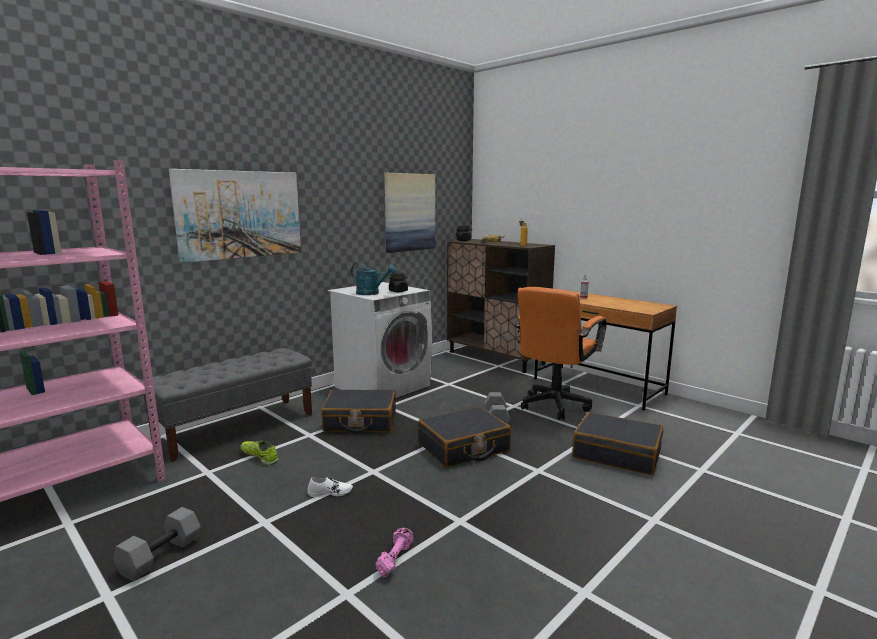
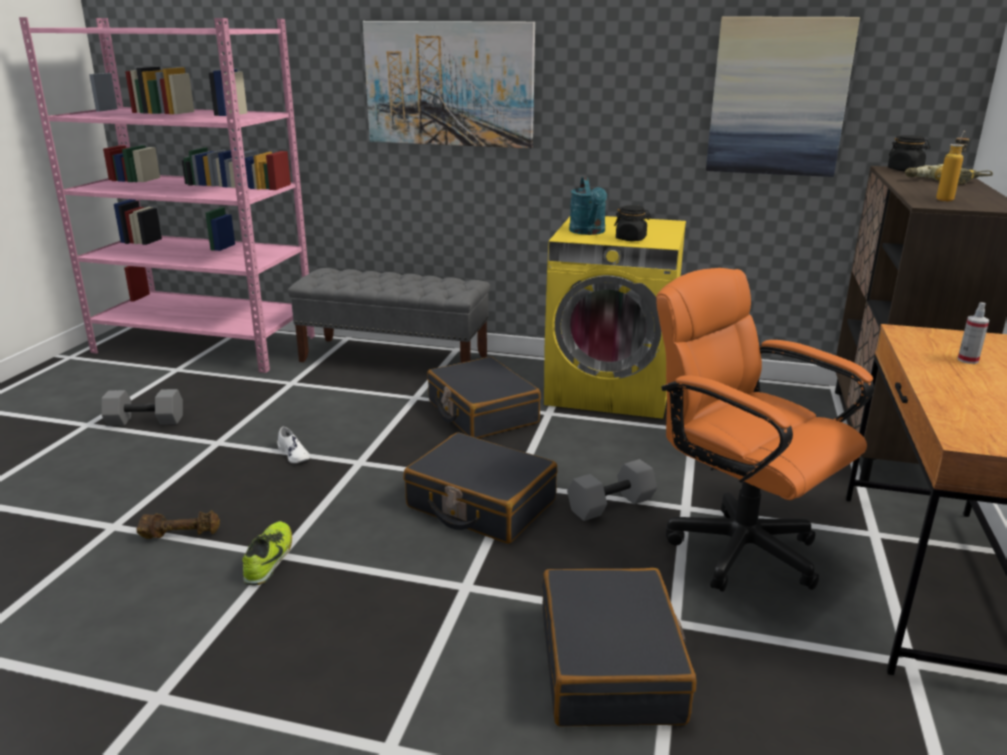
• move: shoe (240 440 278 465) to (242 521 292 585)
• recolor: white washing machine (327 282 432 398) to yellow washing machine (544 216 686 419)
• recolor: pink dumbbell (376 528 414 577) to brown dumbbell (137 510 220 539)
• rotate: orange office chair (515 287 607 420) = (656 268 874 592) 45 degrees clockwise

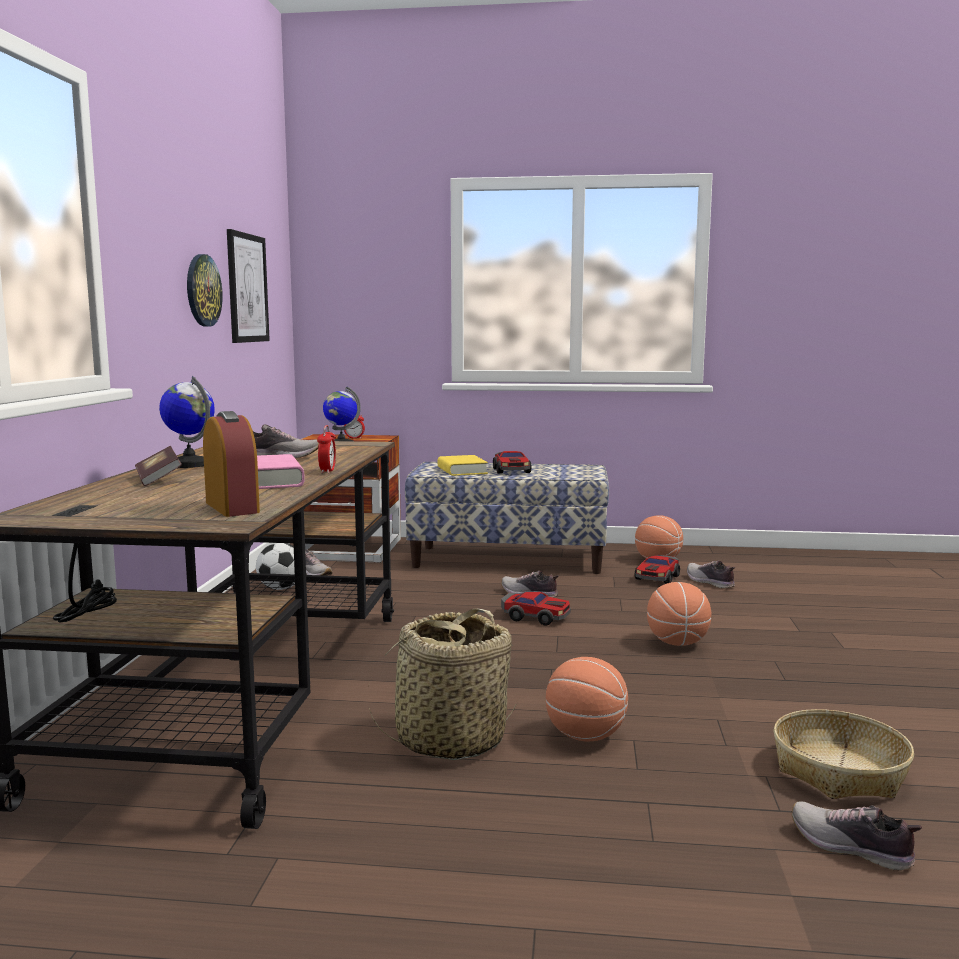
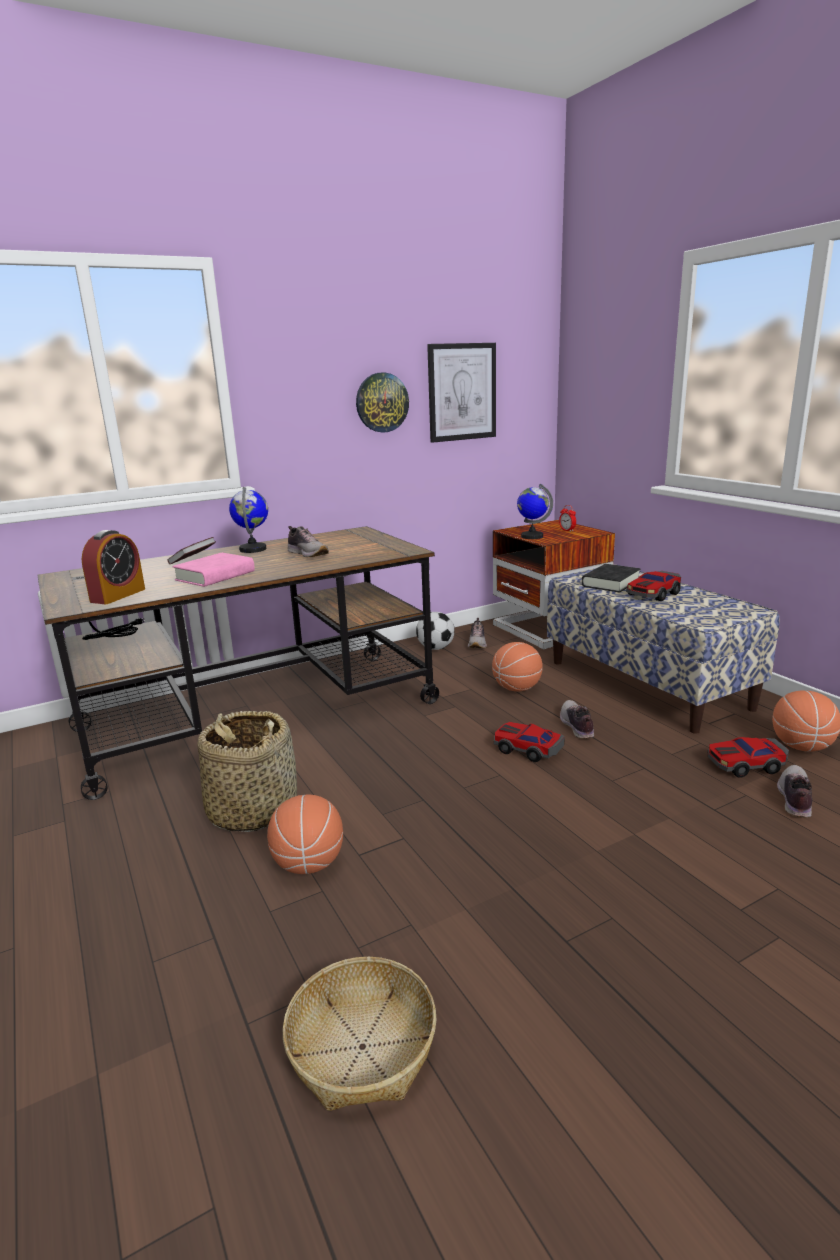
• delete: alarm clock (317 425 336 474)
• delete: shoe (792 801 922 871)
• move: basketball (647 582 711 646) to (492 642 543 692)
• recolor: yellow book (438 455 488 476) to black book (582 564 640 593)
• rotate: toy car (501 592 571 626) = (494 722 565 762) 135 degrees clockwise

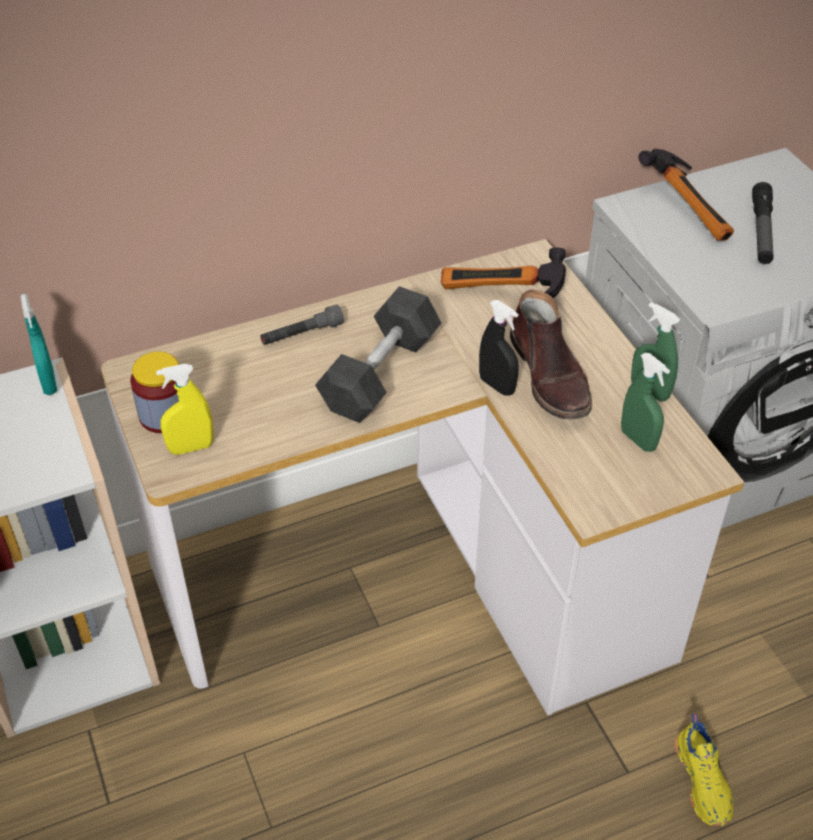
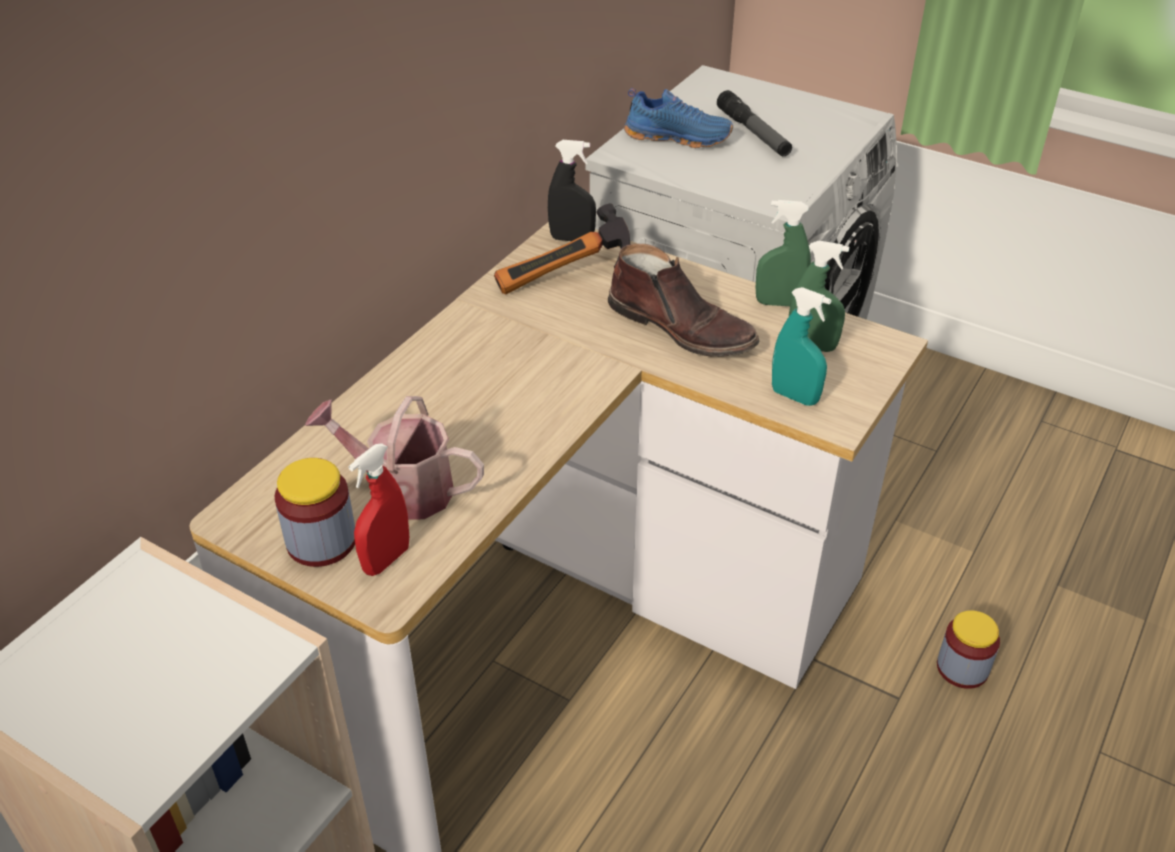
• delete: grey flashlight (260 305 344 345)
• delete: black dumbbell (315 286 441 423)
• insert: watering can (305 396 484 520)
• move: turquoise spray bottle (21 294 57 395) to (772 287 831 406)
• move: black spray bottle (479 300 519 396) to (548 140 596 241)
• replace: hammer (638 149 734 240) to blue shoe (624 88 733 148)
• replace: yellow shoe (675 714 734 826) to jar (937 610 1000 689)
• recolor: yellow spray bottle (156 364 213 455) to red spray bottle (348 443 409 576)

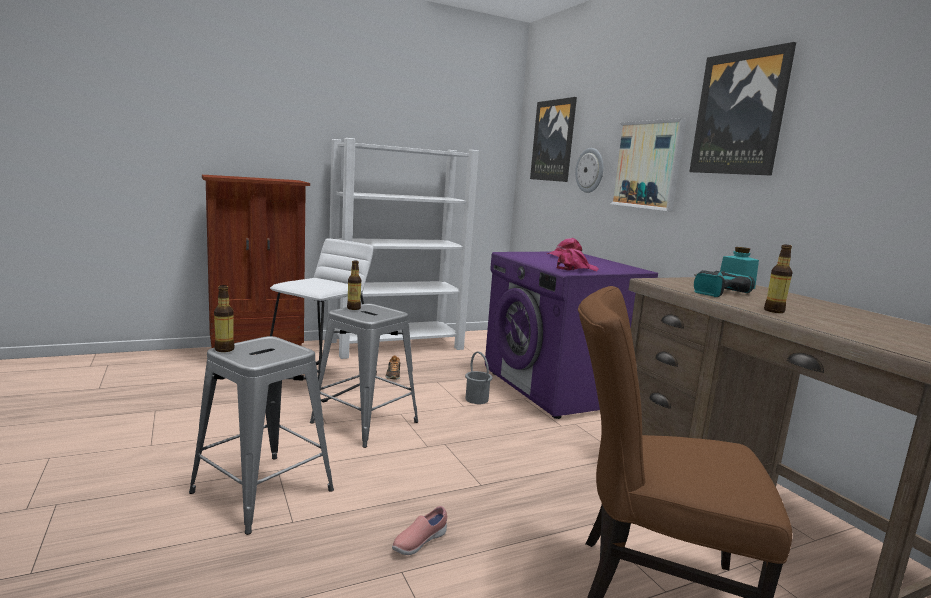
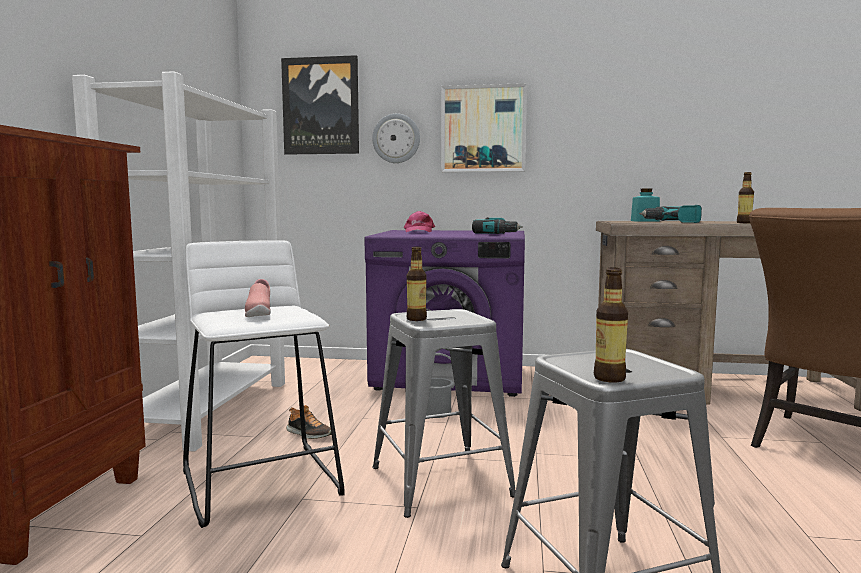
• delete: picture (689 42 796 176)
• move: pink shoe (392 506 447 555) to (245 279 271 317)
• replace: pink cap (557 248 598 271) to power drill (472 217 523 234)

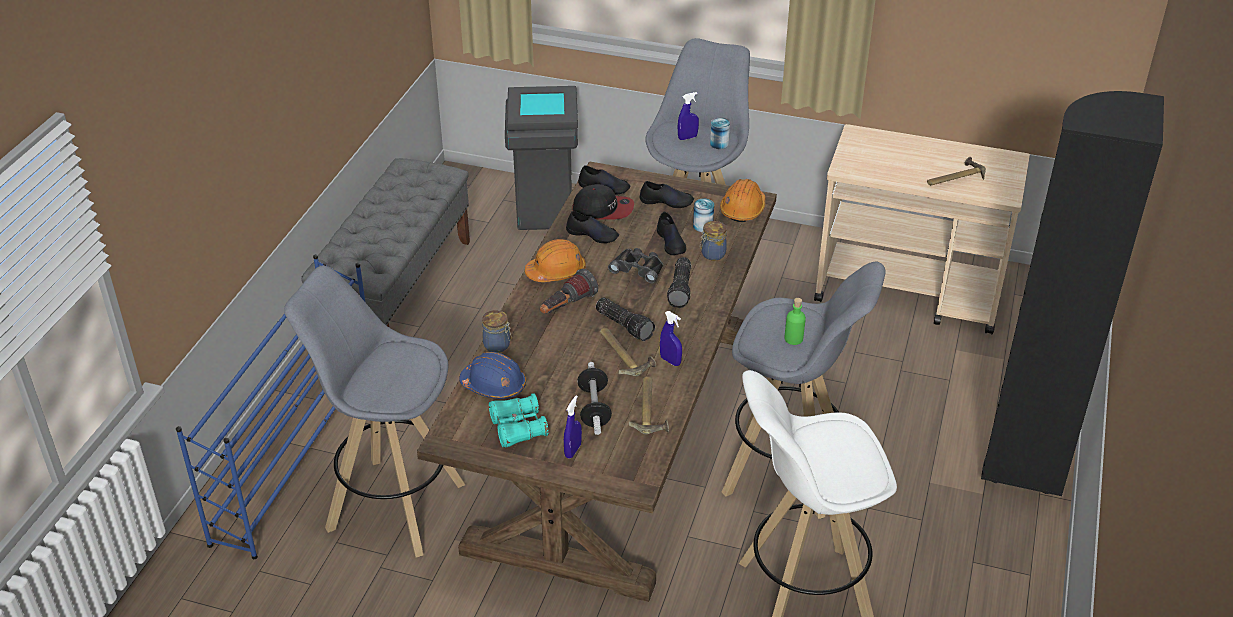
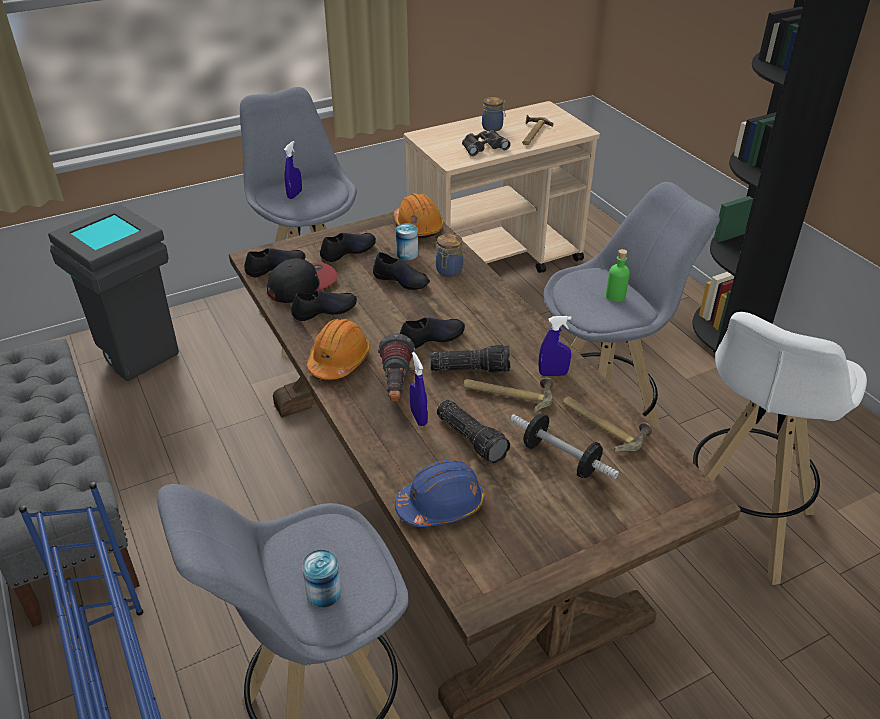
• delete: turquoise binoculars (489 393 549 448)
• insert: black shoe (400 317 465 349)
• move: jar (482 310 512 353) to (482 97 505 131)
• move: blue spray bottle (564 395 582 459) to (410 352 428 426)
• move: black binoculars (608 248 663 284) to (462 130 511 156)
• move: flashlight (667 257 691 308) to (437 400 511 464)
• move: can (710 118 730 149) to (302 550 341 608)

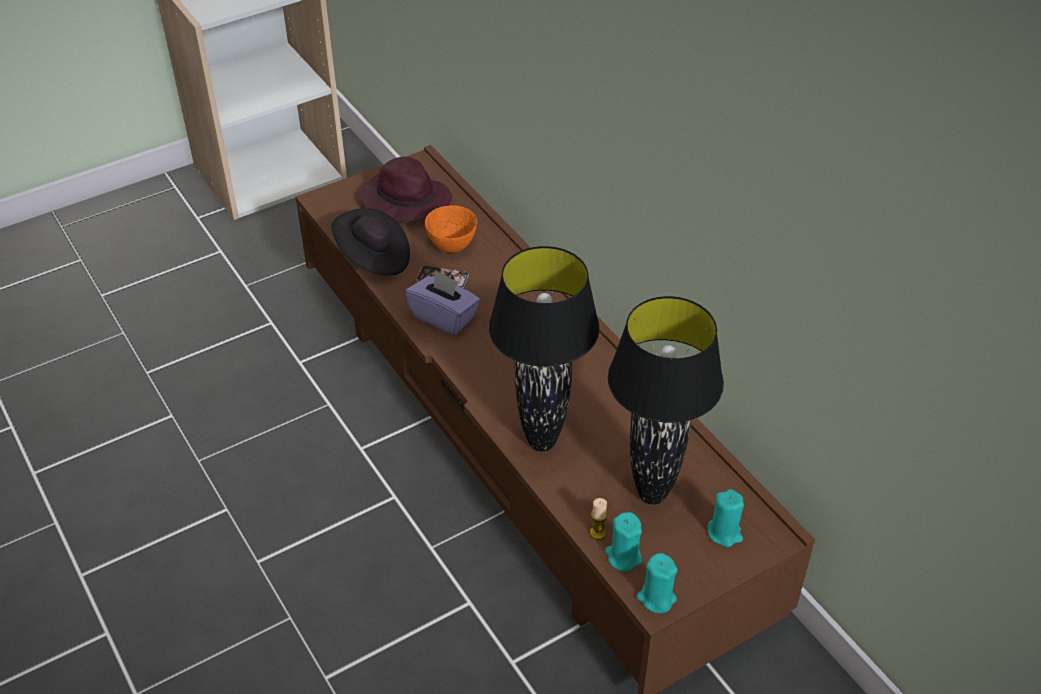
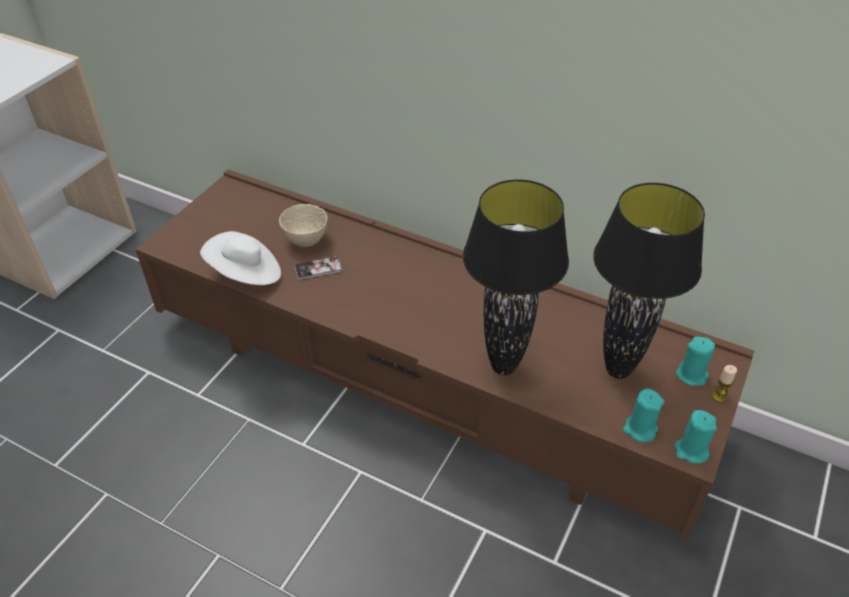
• delete: purple hat (359 157 452 223)
• delete: purple tissue box (405 270 480 335)
• move: candle (590 498 608 540) to (712 365 737 403)
• recolor: black hat (331 208 410 276) to white hat (200 231 281 285)
• recolor: orange bowl (425 205 477 253) to beige bowl (279 204 327 247)

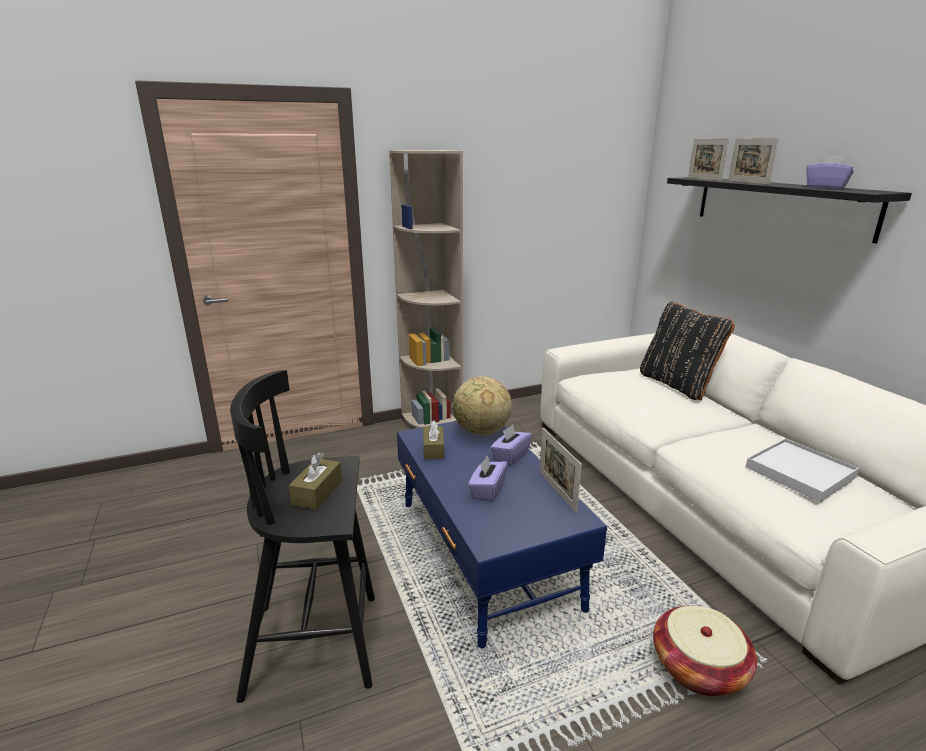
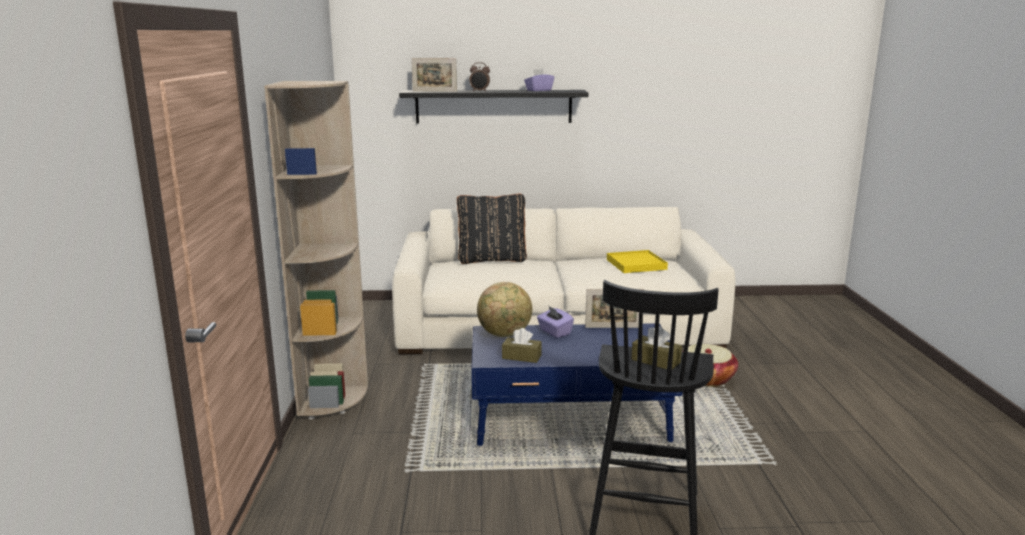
• delete: purple tissue box (468 455 507 502)
• replace: picture frame (728 138 779 185) to alarm clock (470 62 490 92)
• recolor: white tray (746 438 859 502) to yellow tray (607 250 668 273)

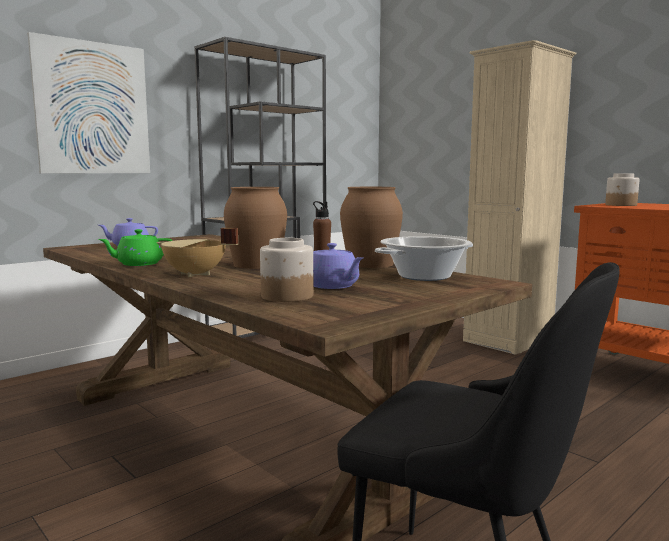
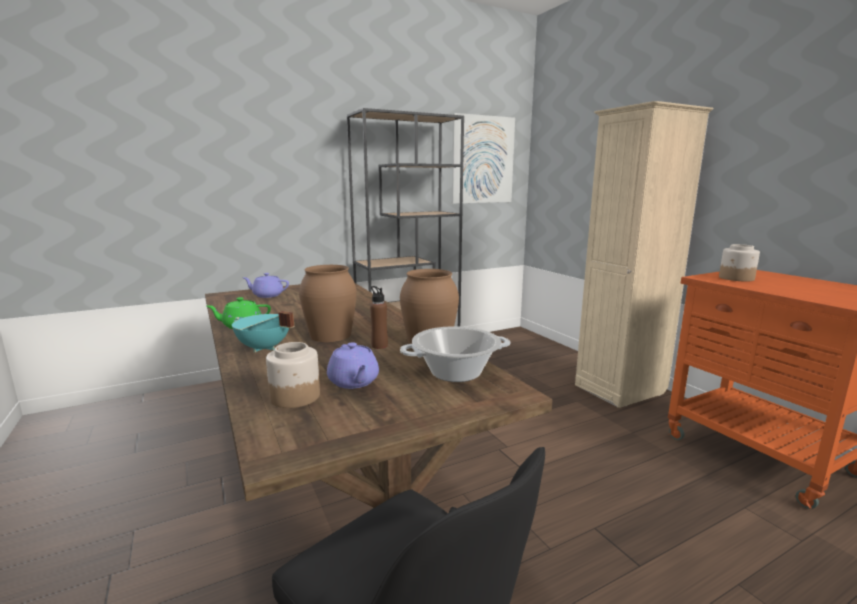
• move: picture (28 32 150 173) to (452 113 515 204)
• recolor: beige cooking pot (156 228 238 277) to turquoise cooking pot (232 311 295 352)

